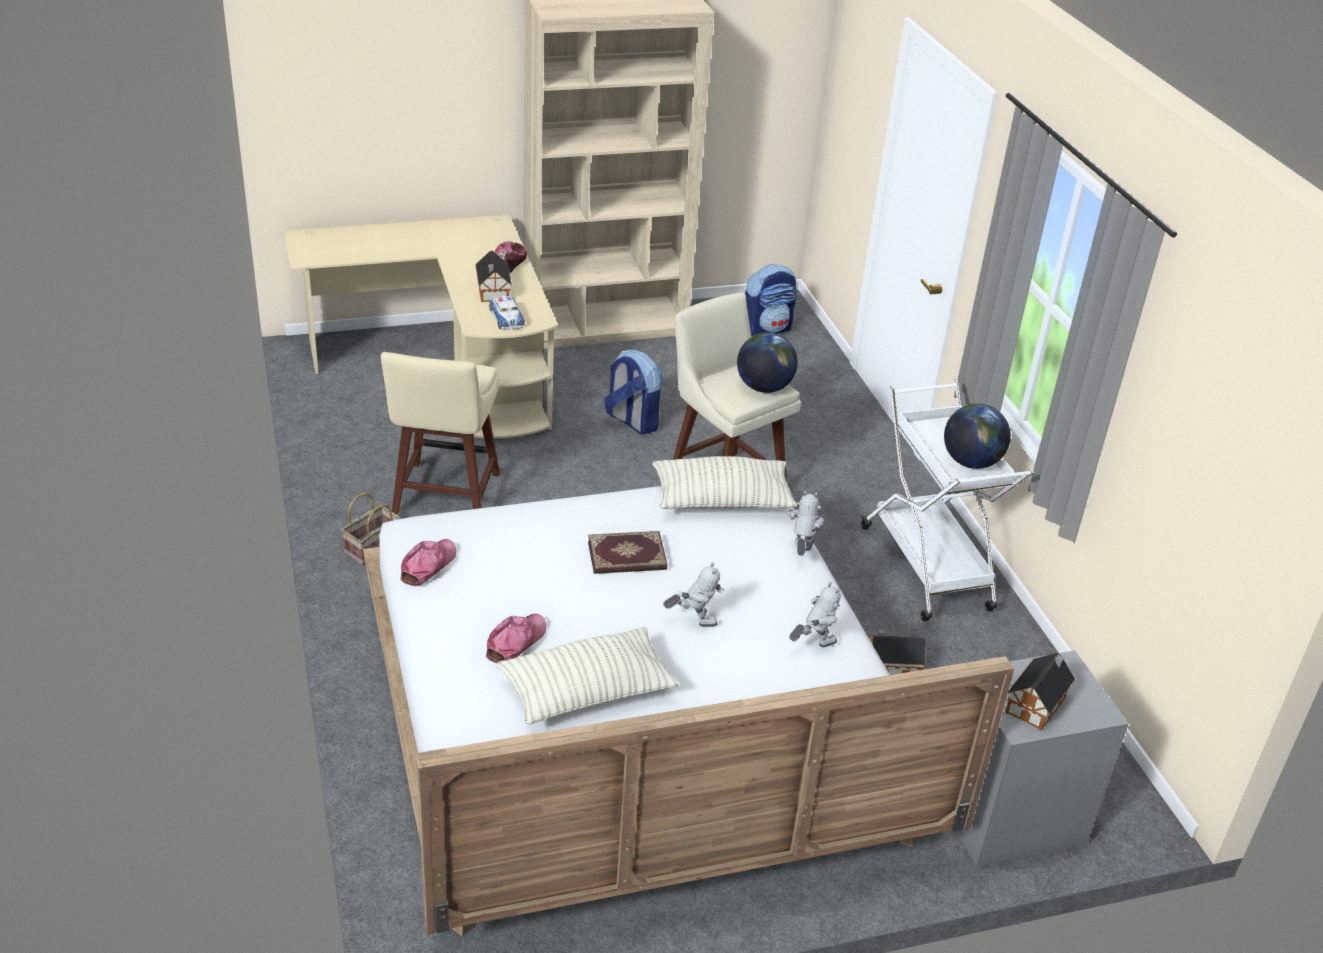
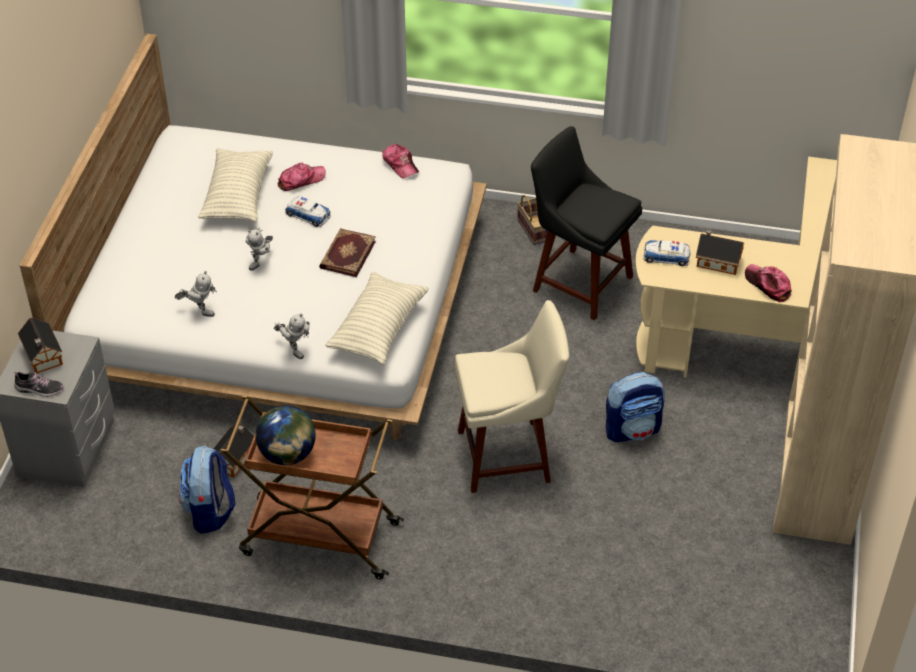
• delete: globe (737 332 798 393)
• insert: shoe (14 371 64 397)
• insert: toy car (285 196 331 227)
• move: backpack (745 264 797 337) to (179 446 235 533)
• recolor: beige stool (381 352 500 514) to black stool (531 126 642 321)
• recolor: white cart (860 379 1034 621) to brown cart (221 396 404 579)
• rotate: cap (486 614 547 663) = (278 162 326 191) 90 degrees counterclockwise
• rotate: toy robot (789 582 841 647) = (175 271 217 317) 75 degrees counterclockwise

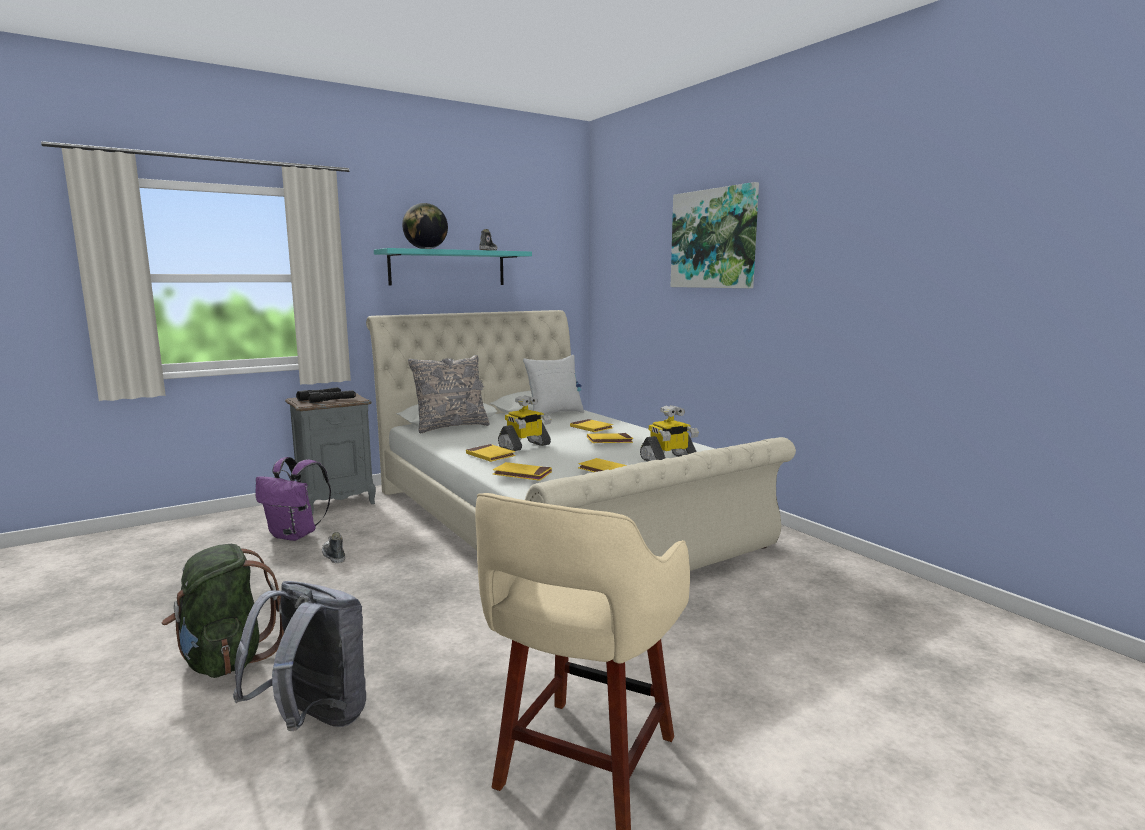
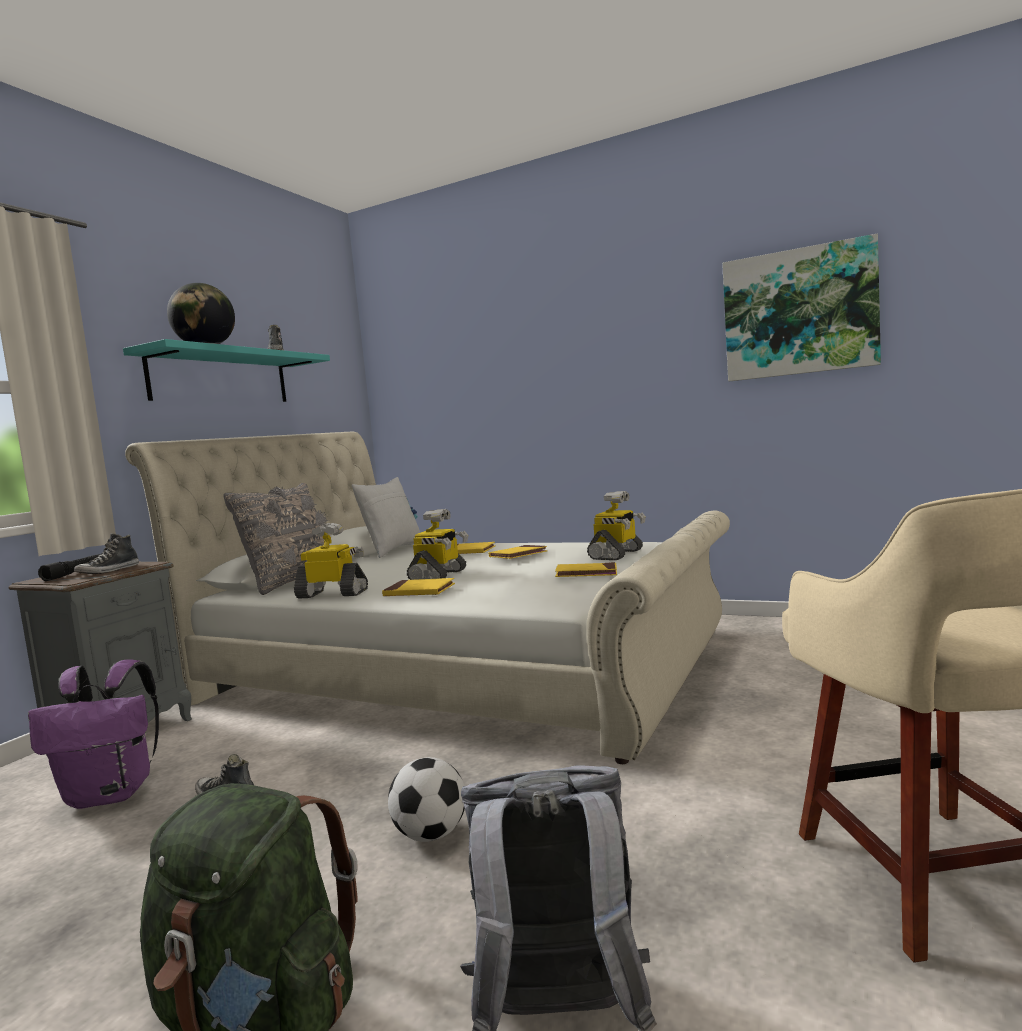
• delete: yellow book (493 462 552 481)
• insert: toy robot (294 523 368 599)
• insert: football (388 757 465 842)
• move: picture (671 182 759 288) to (722 233 881 381)
• replace: black flashlight (308 390 356 403) to shoe (74 533 139 574)

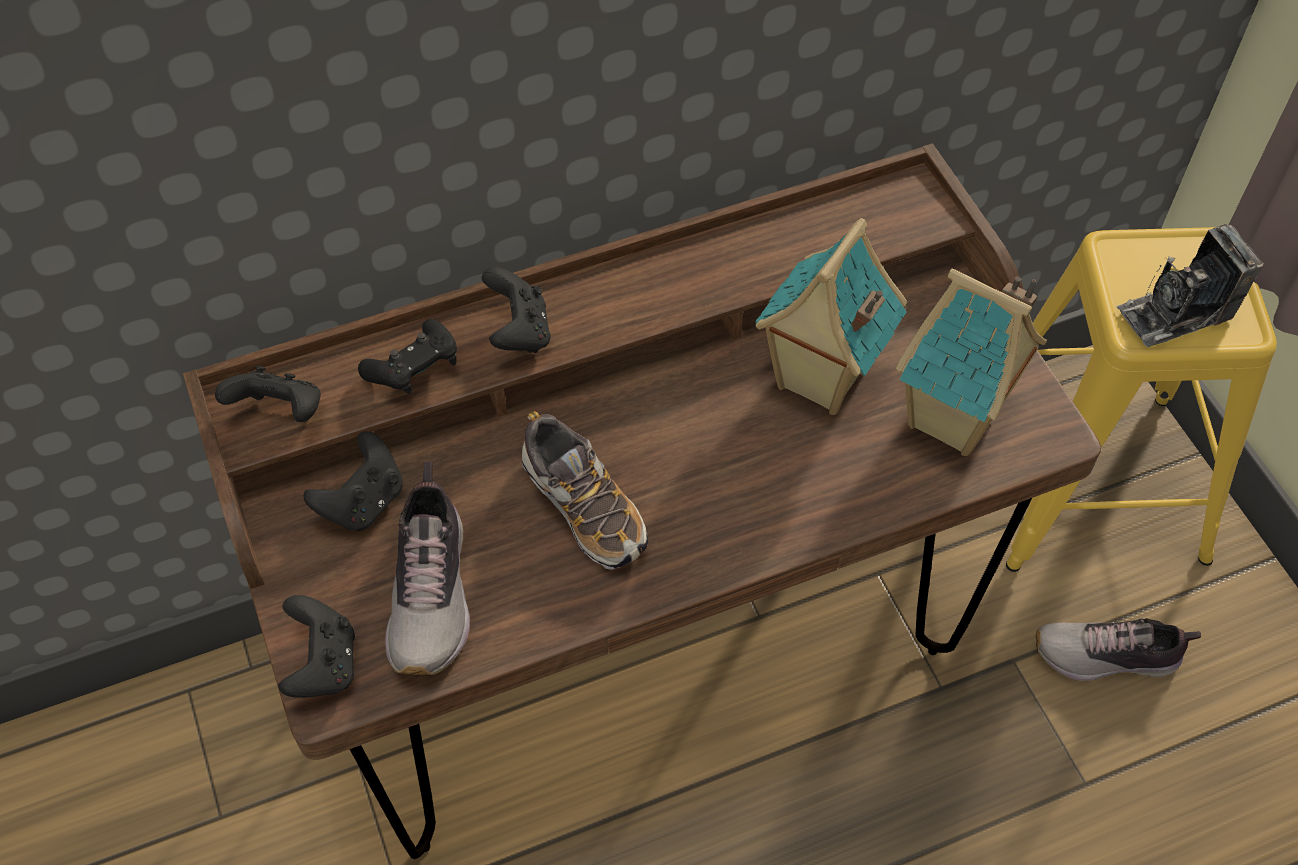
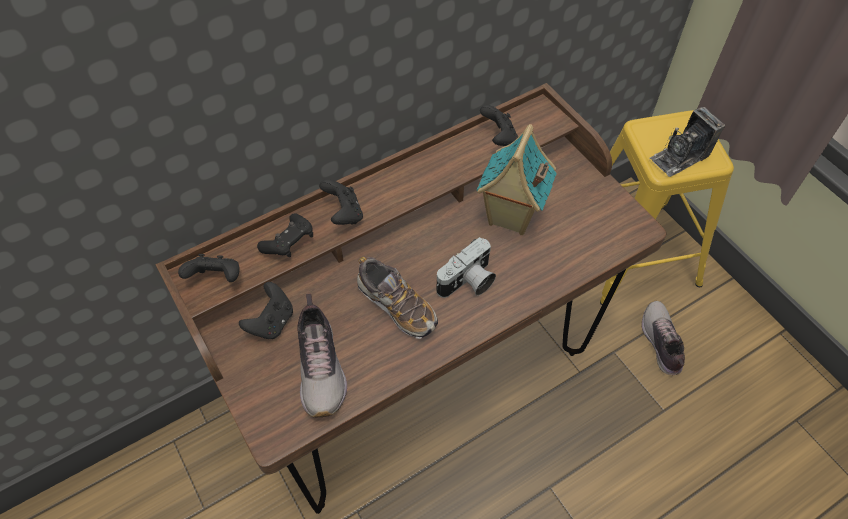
• delete: toy house (896 269 1047 456)
• insert: photo camera (436 237 496 298)
• move: black game controller (278 595 355 698) to (480 105 518 146)
• rotate: shoe (1036 618 1201 681) = (642 301 685 375) 90 degrees clockwise

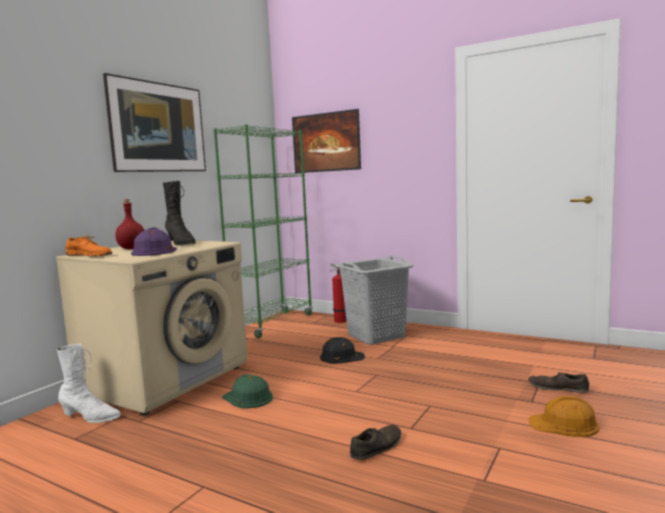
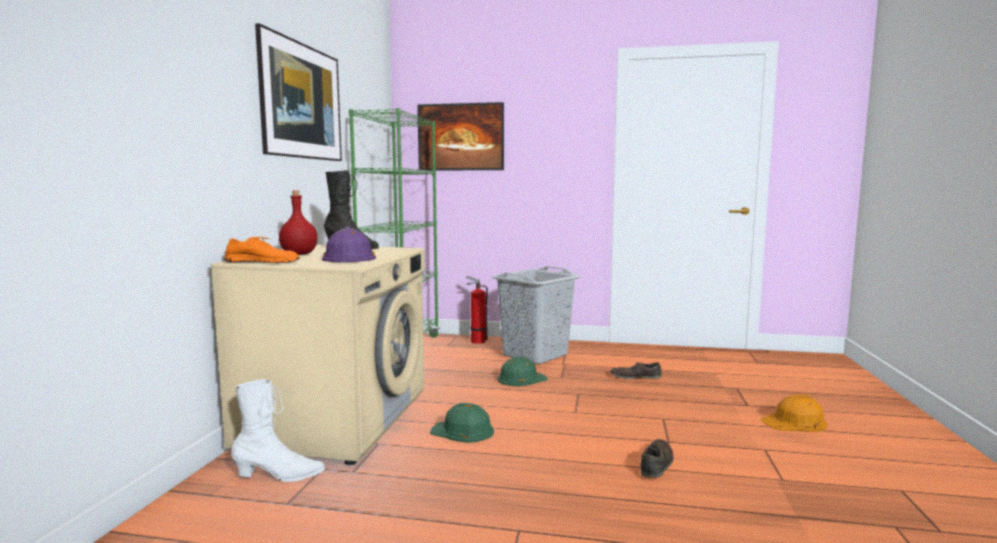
• move: brown shoe (528 372 589 393) to (610 362 662 379)
• recolor: black hard hat (320 337 365 364) to green hard hat (498 356 548 386)

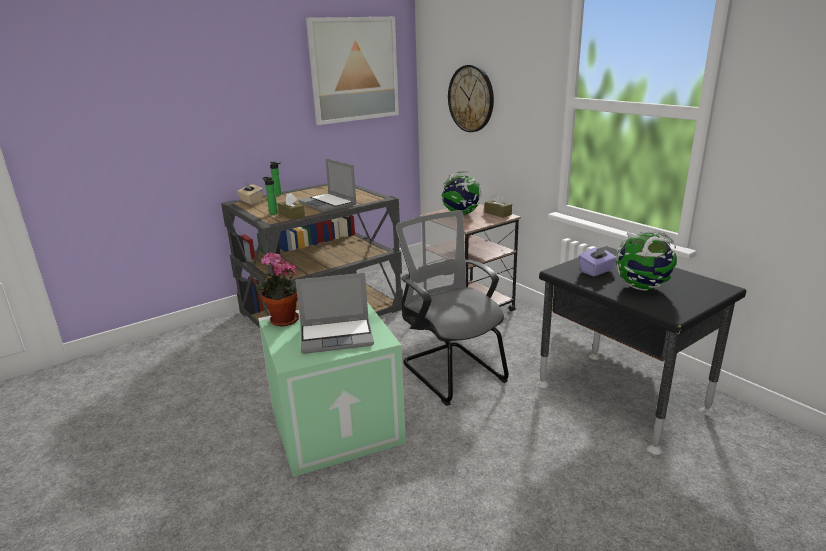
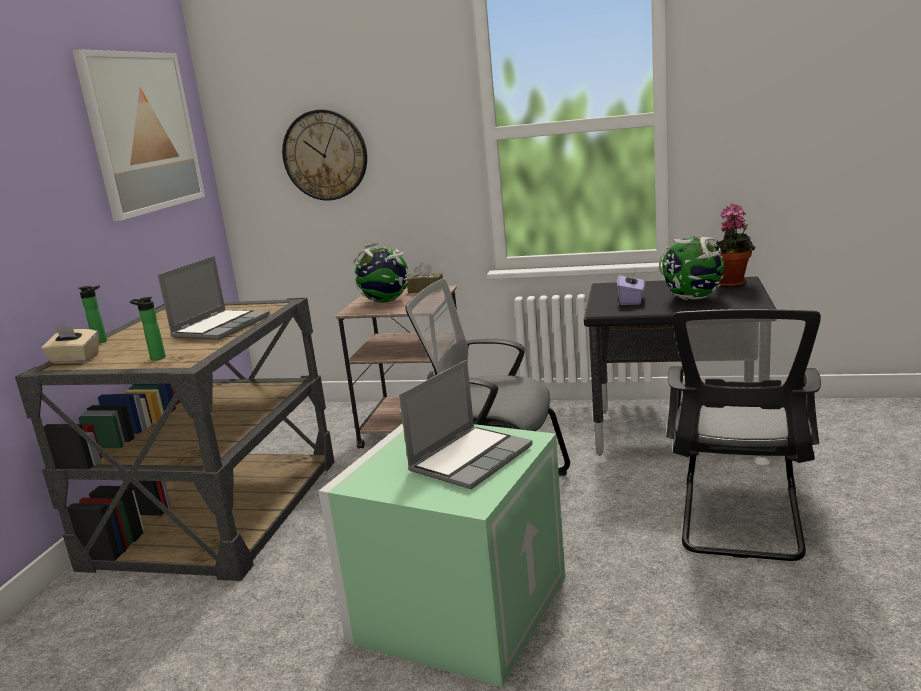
• delete: brown tissue box (277 193 305 220)
• insert: chair (666 309 821 561)
• move: potted plant (255 252 299 327) to (714 204 755 288)
• rotate: laptop (299 158 357 212) = (158 256 270 340) 75 degrees counterclockwise

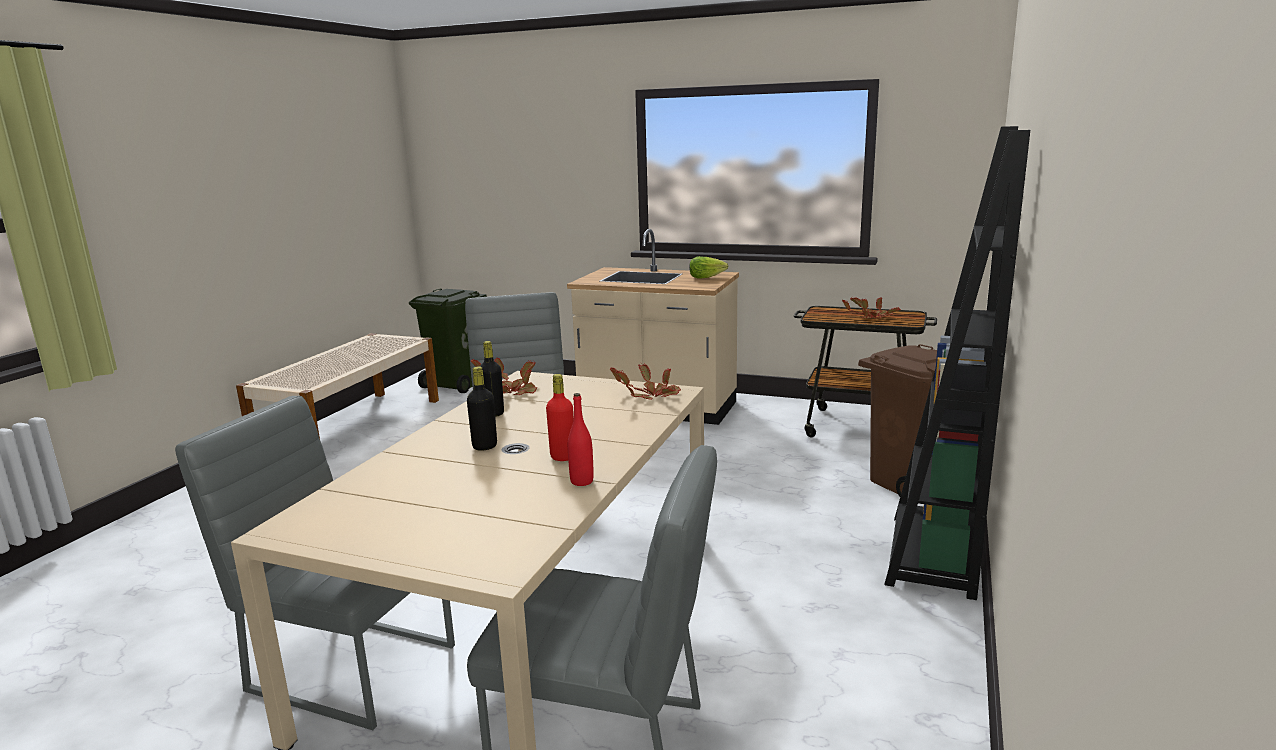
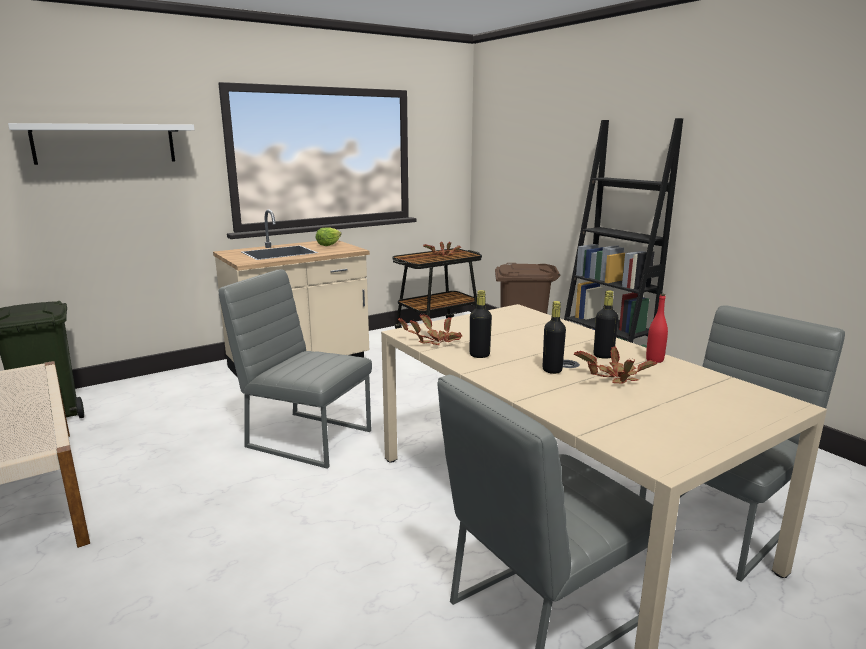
• insert: white shelf (8 123 194 165)
• move: potted plant (610 363 681 400) to (574 346 658 383)
• recolor: red bottle (546 374 574 461) to black bottle (594 290 618 359)

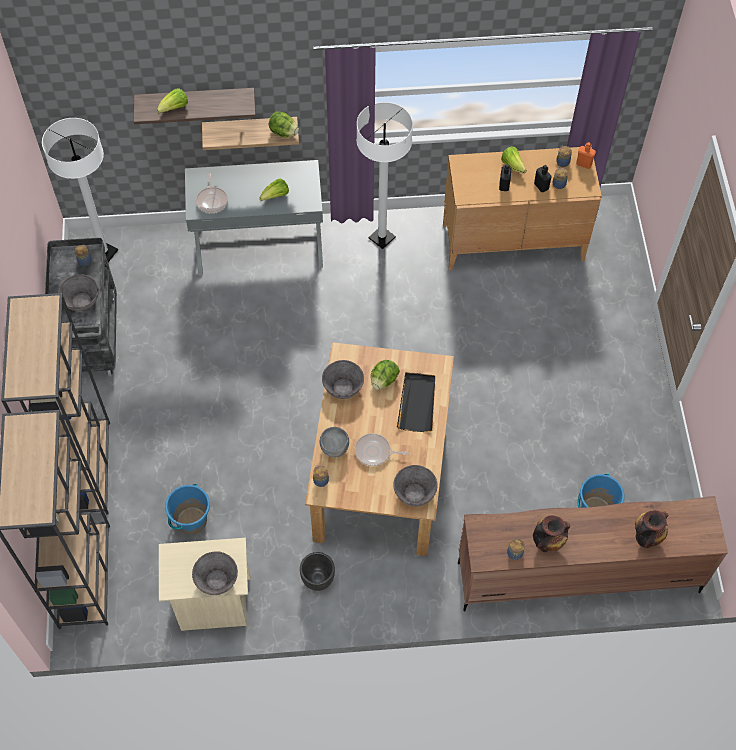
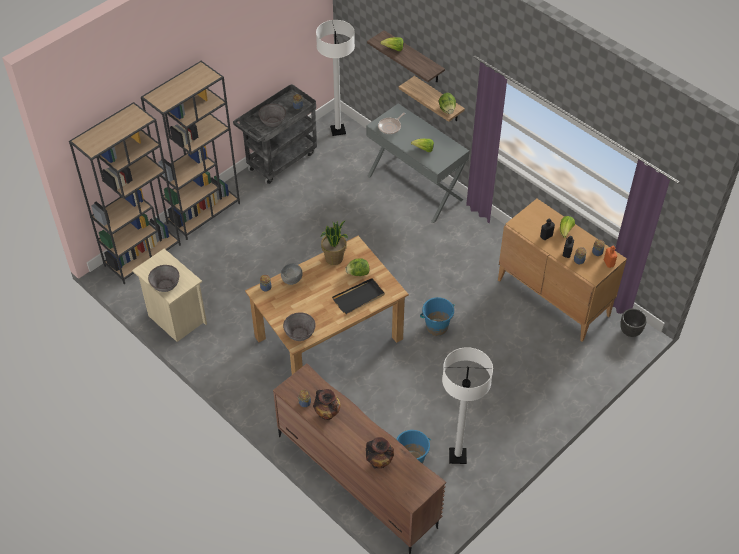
• delete: frying pan (355 433 409 466)
• move: blue bucket (165 484 210 535) to (420 297 455 336)
• move: black planter (300 552 335 591) to (620 309 647 337)
• move: white floor lamp (357 102 413 249) to (442 347 493 464)
• replace: grey bowl (322 360 364 399) to potted plant (321 220 348 265)

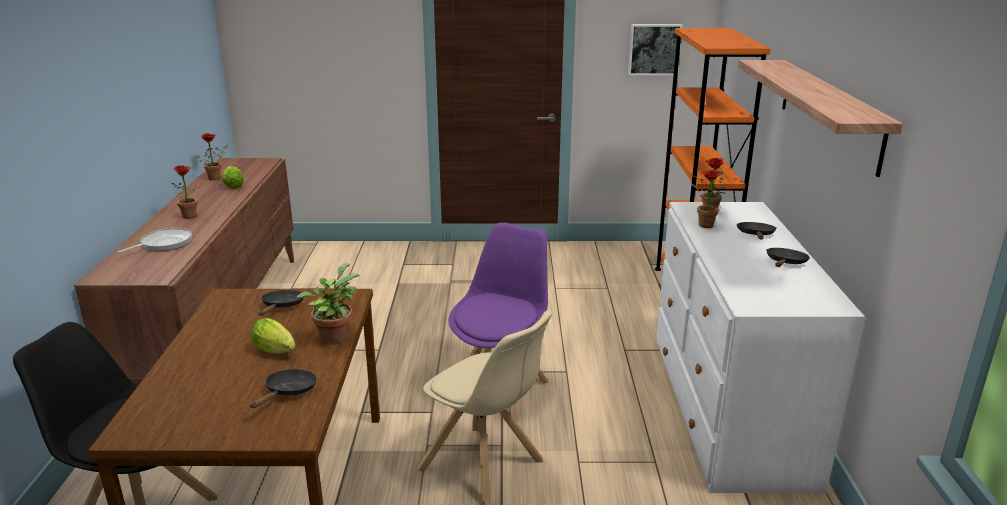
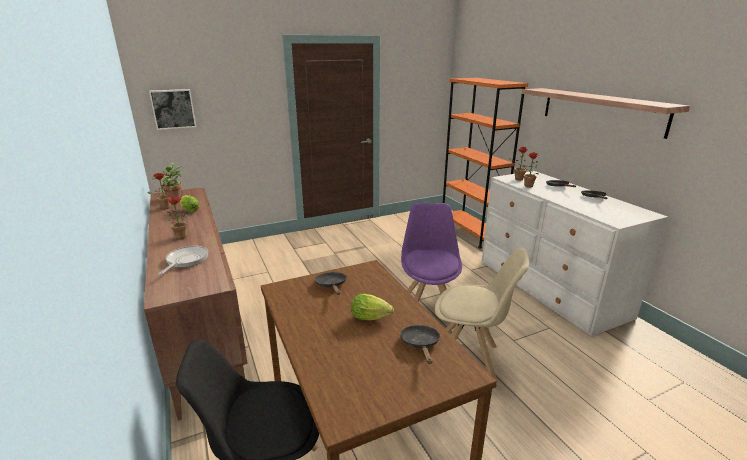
• move: potted plant (297 263 359 344) to (152 163 182 197)
• move: picture (628 24 682 75) to (149 89 196 130)

